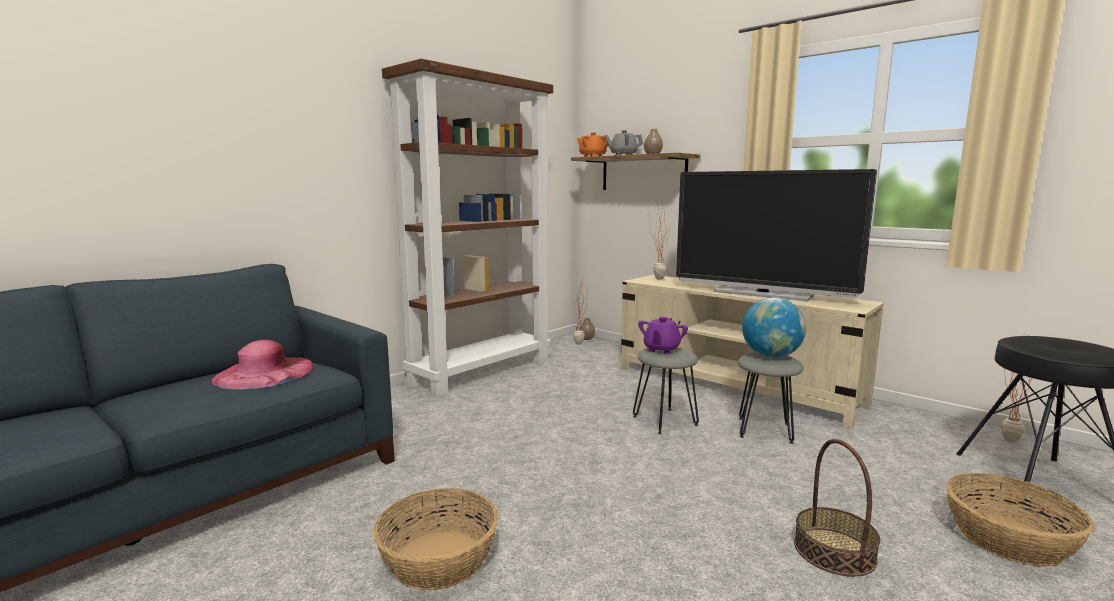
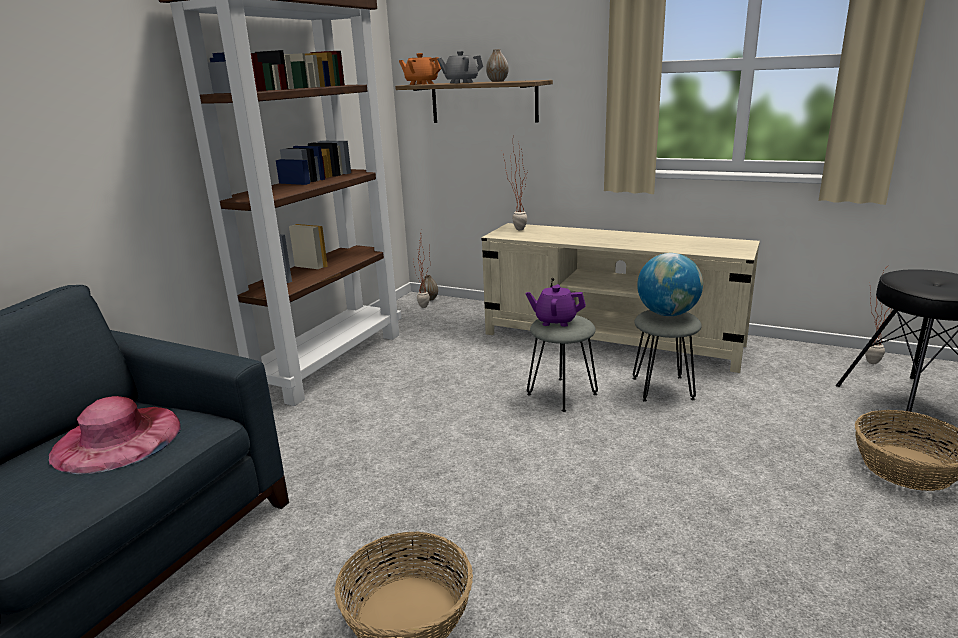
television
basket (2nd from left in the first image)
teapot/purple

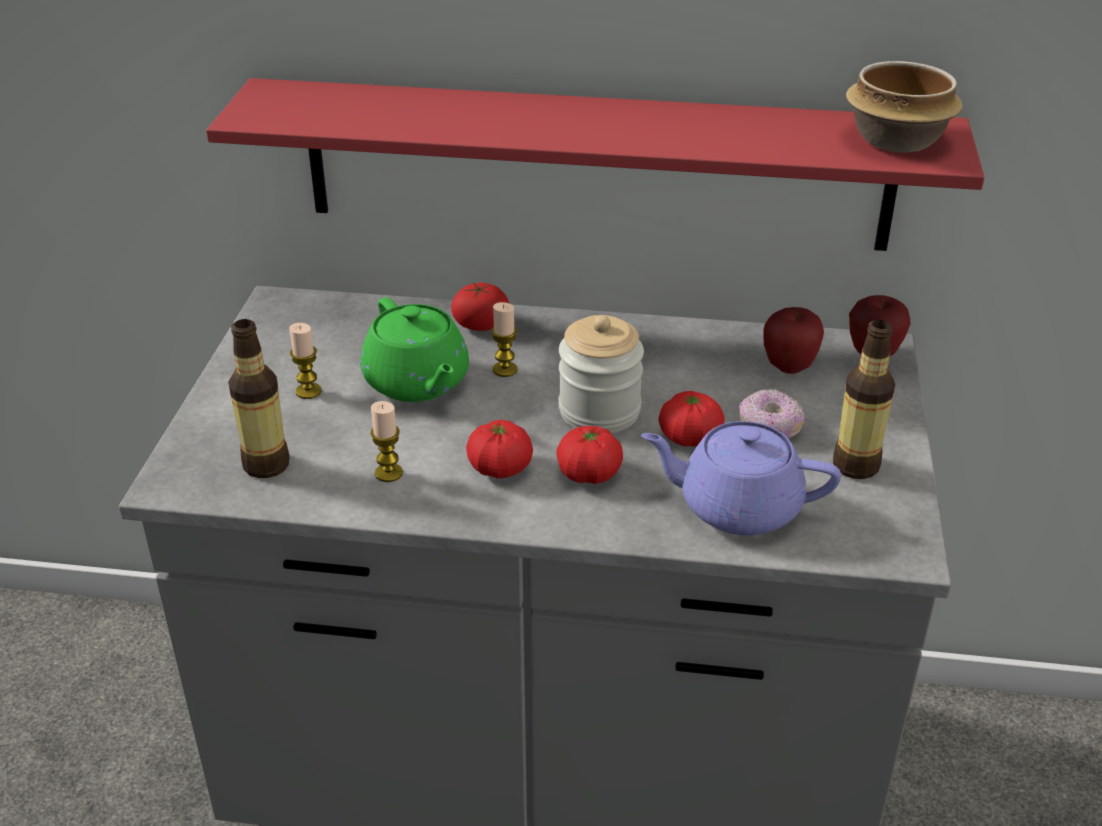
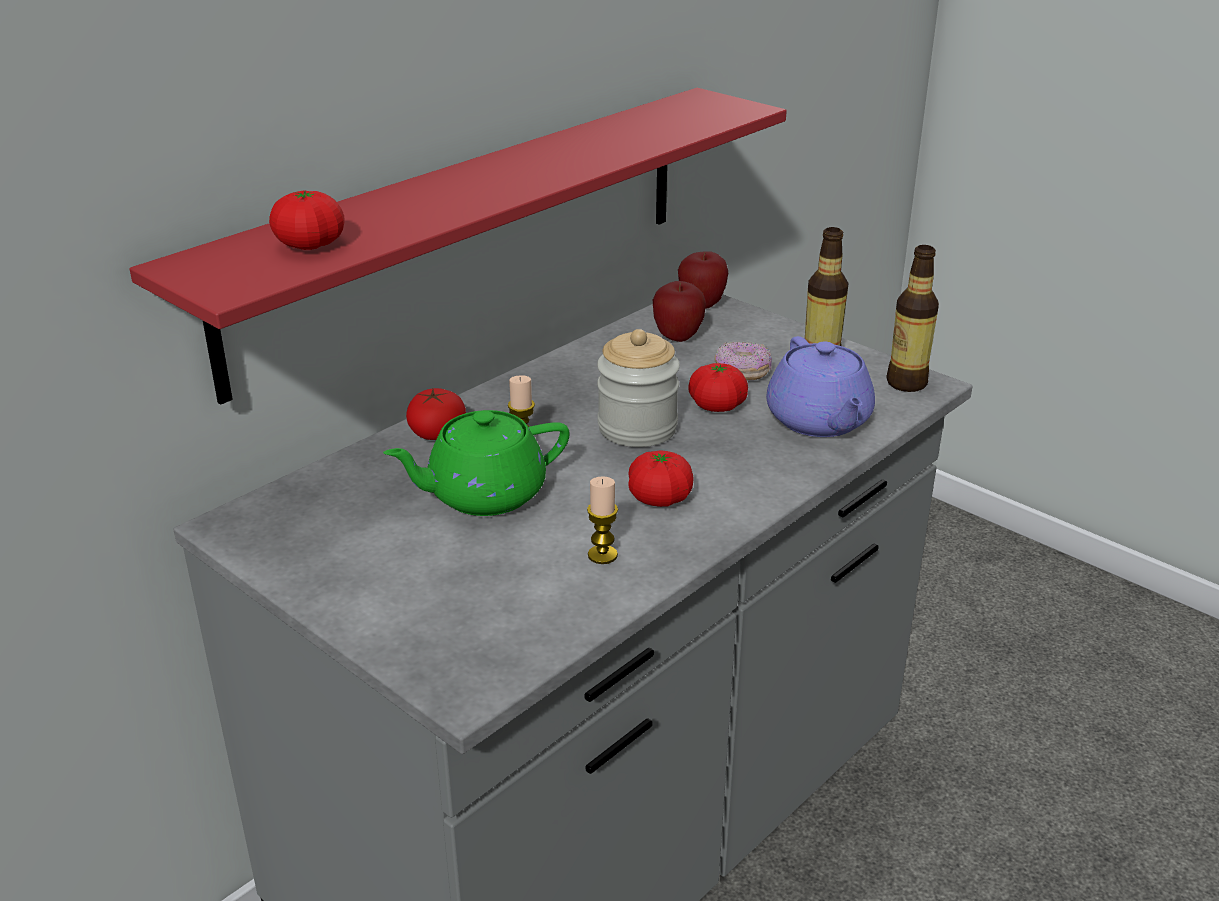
candle (1st from left in the first image)
bowl
bottle (2nd from left)
tomato (1st from left)
teapot/green
teapot/purple

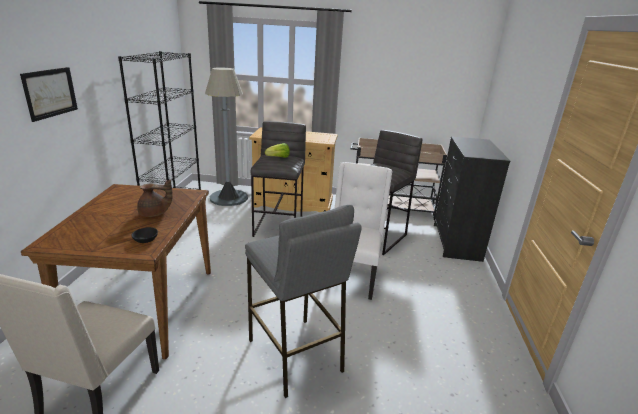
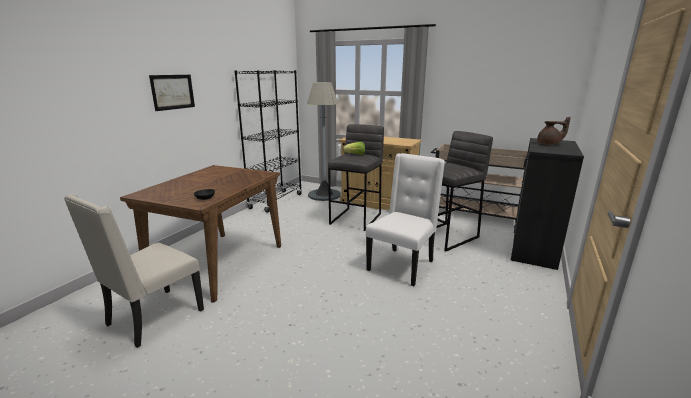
stool/grey (2nd from left in the first image)
teapot/brown

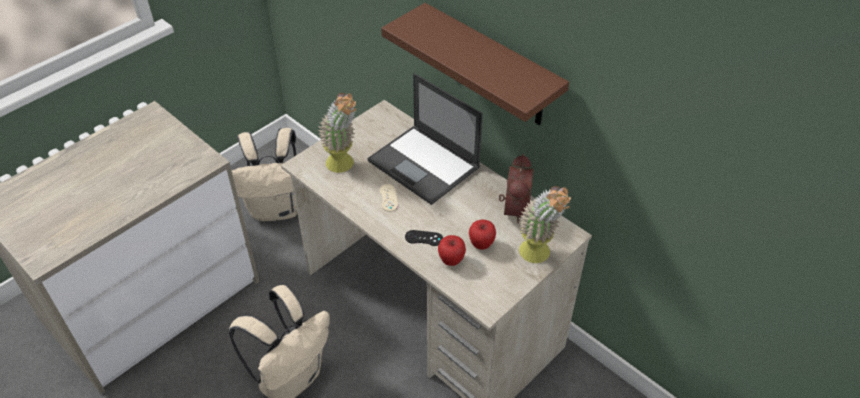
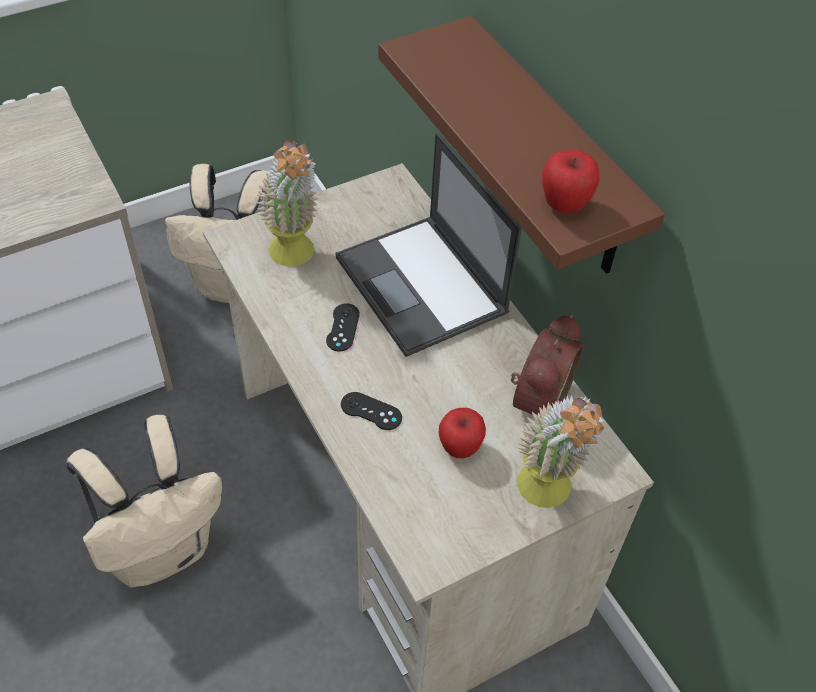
apple (2nd from left)
game controller/black (1st from left)

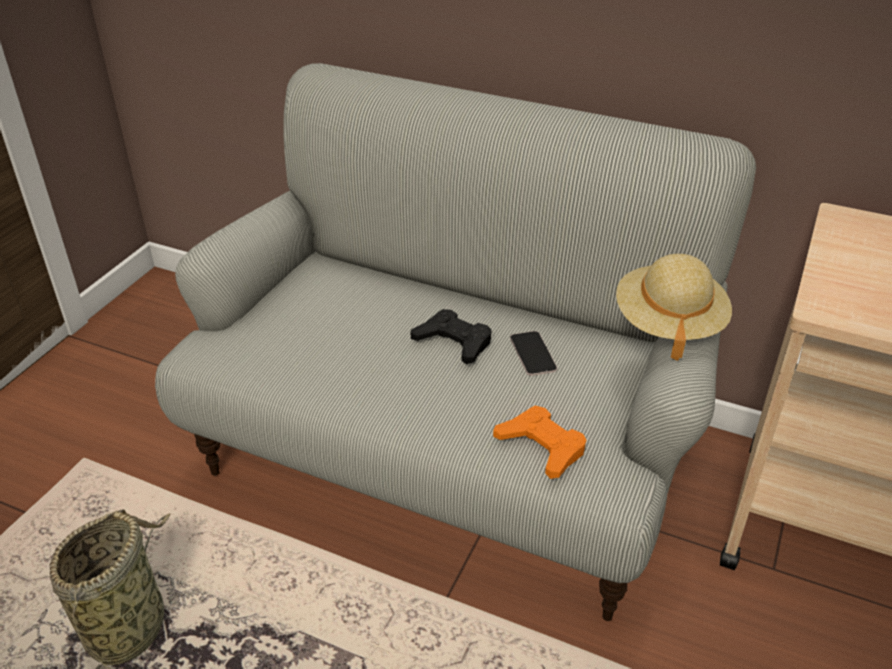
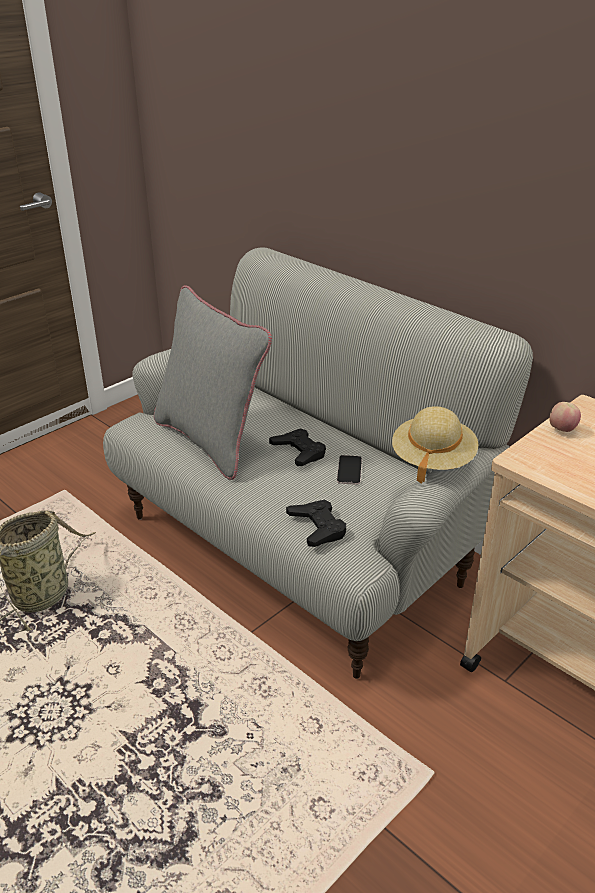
pillow/grey
apple
game controller/black (2nd from left)

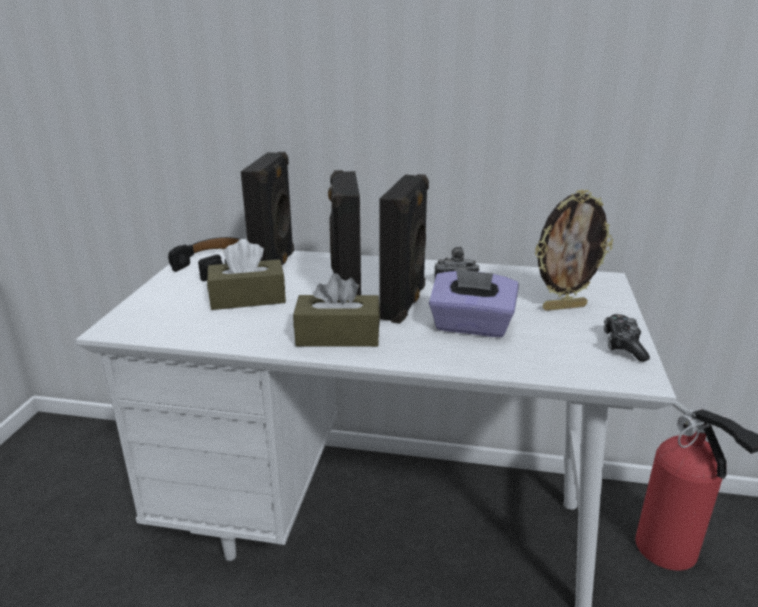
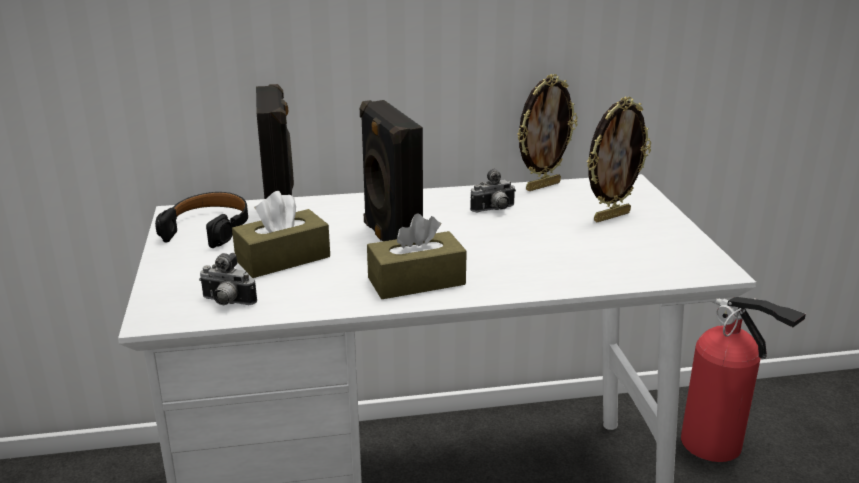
speaker/black (3rd from left in the first image)
tissue box/purple
game controller
photo camera (1st from left)
picture frame (1st from left)

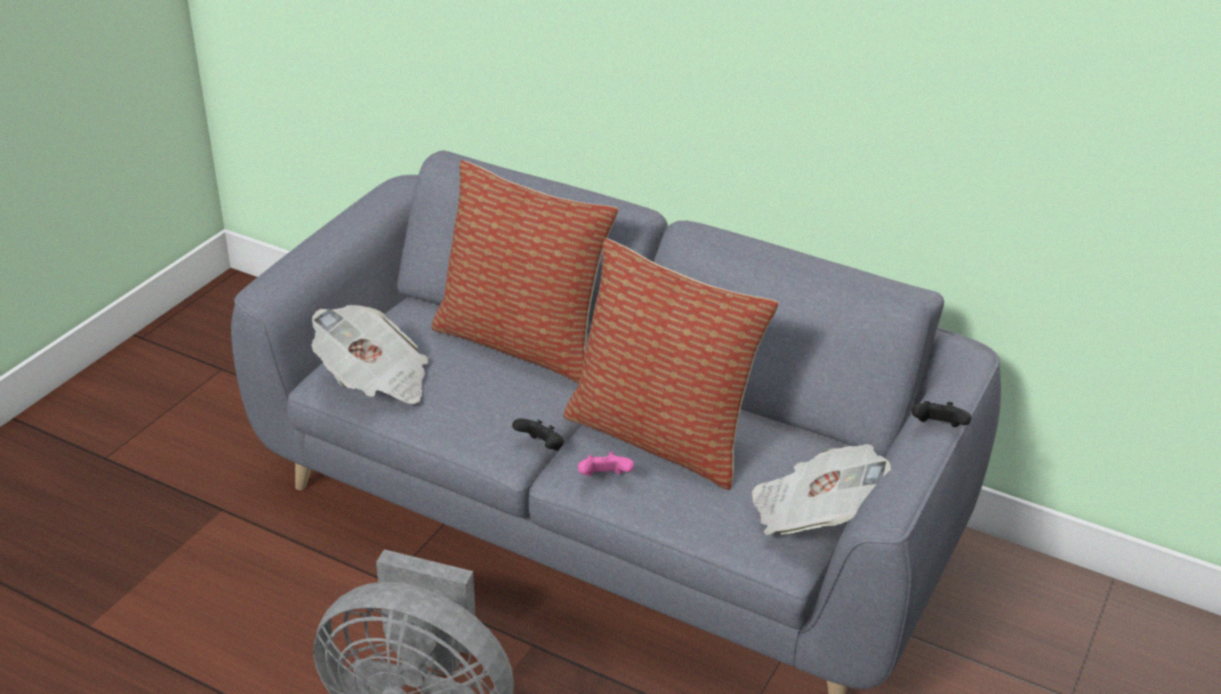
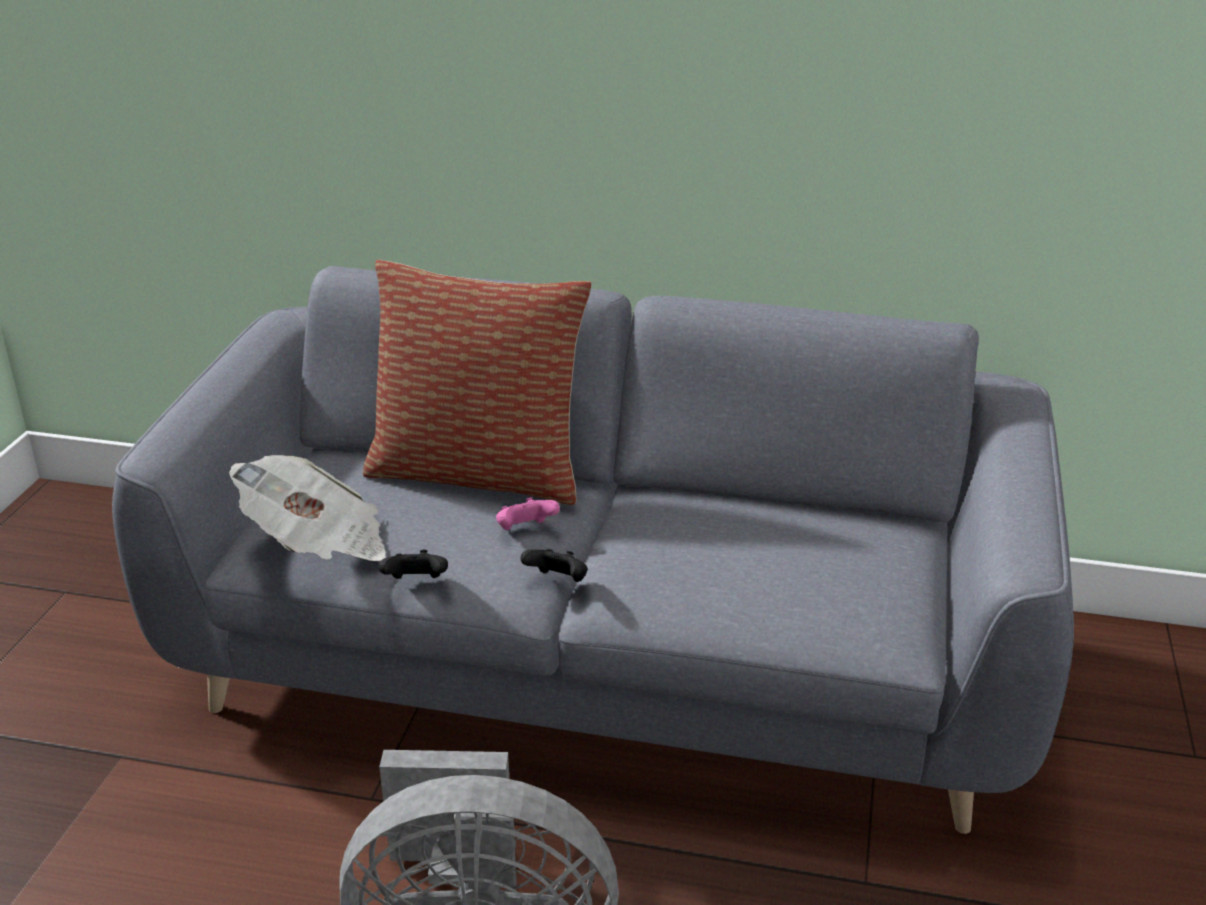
pillow (2nd from left in the first image)
newspaper (2nd from left in the first image)
game controller/pink
game controller/black (1st from left)

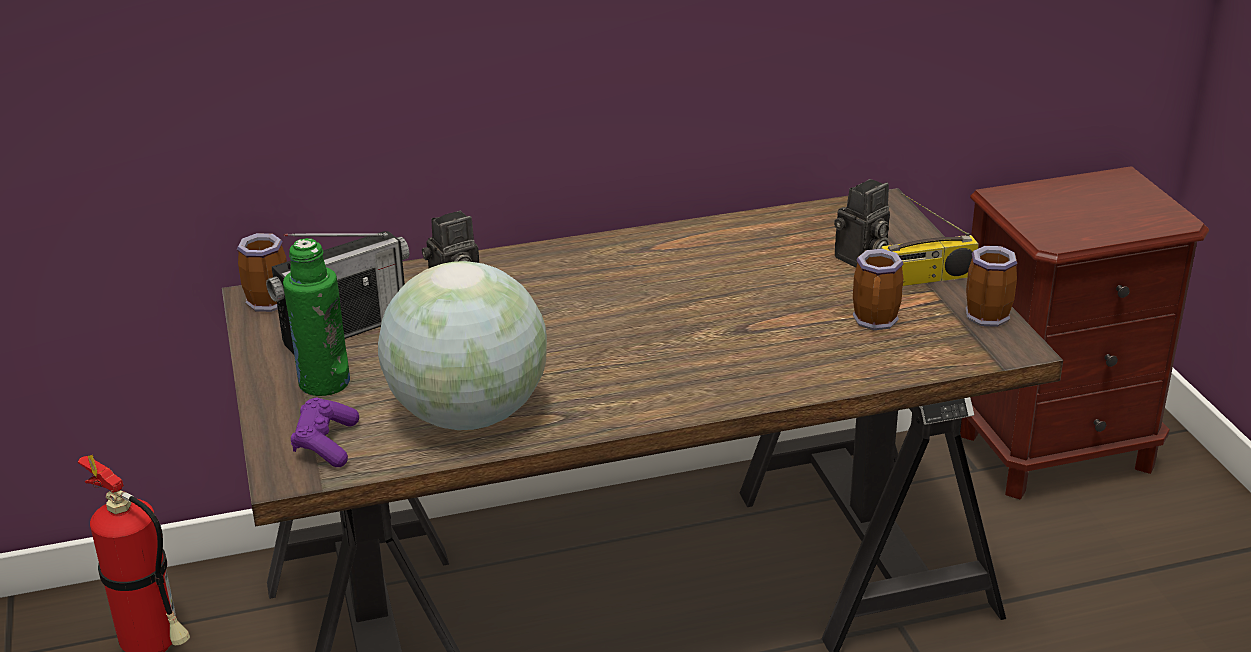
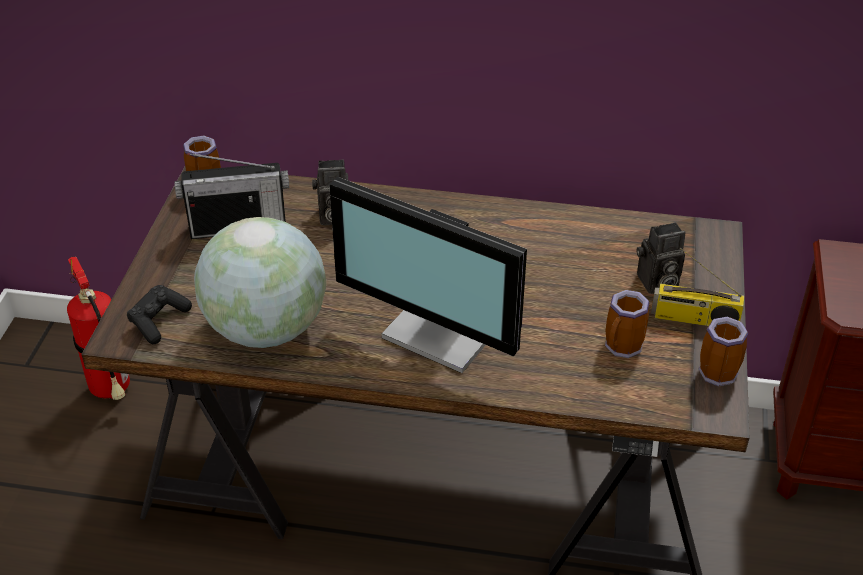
bottle/green
monitor
game controller/black

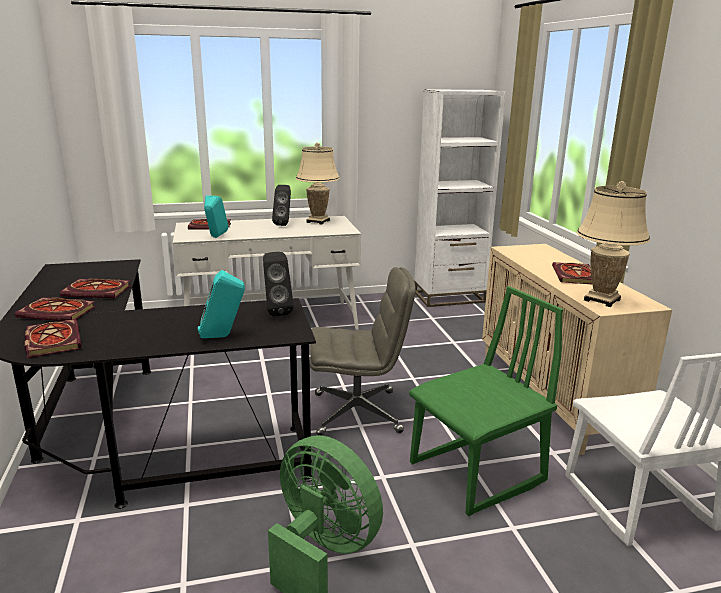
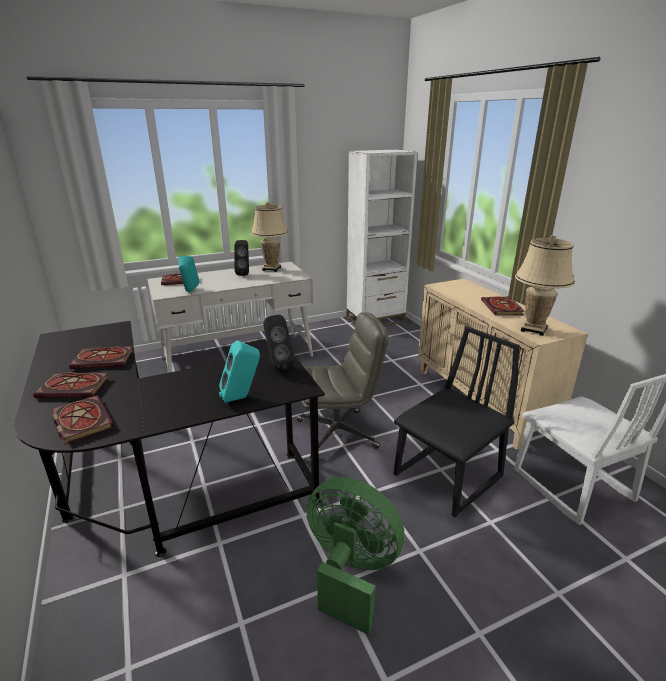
chair/black

